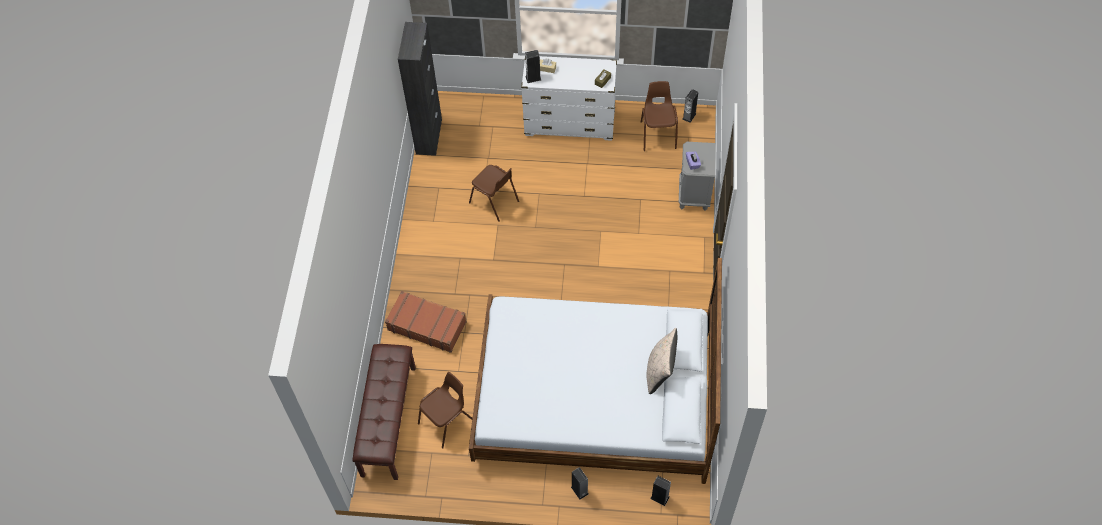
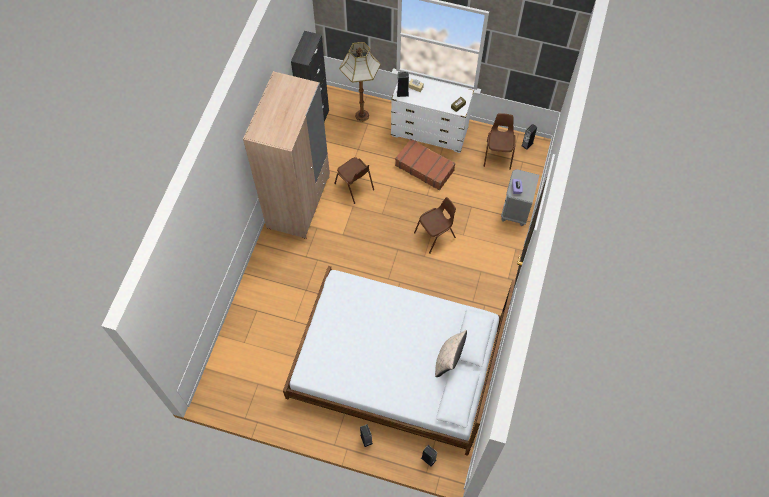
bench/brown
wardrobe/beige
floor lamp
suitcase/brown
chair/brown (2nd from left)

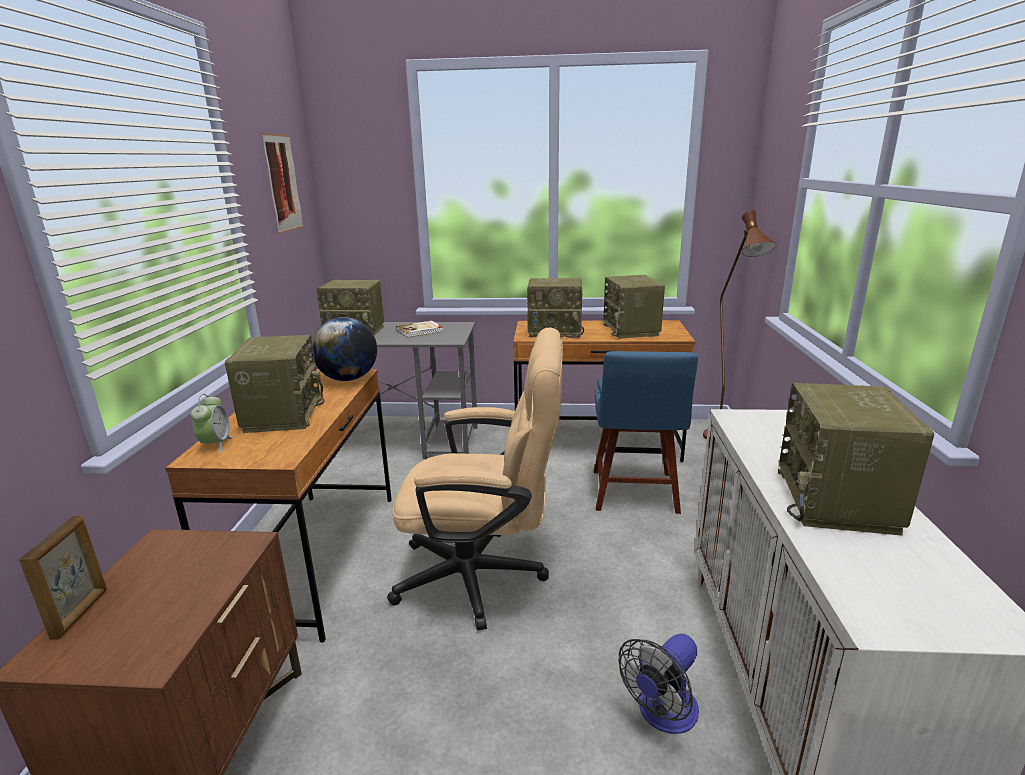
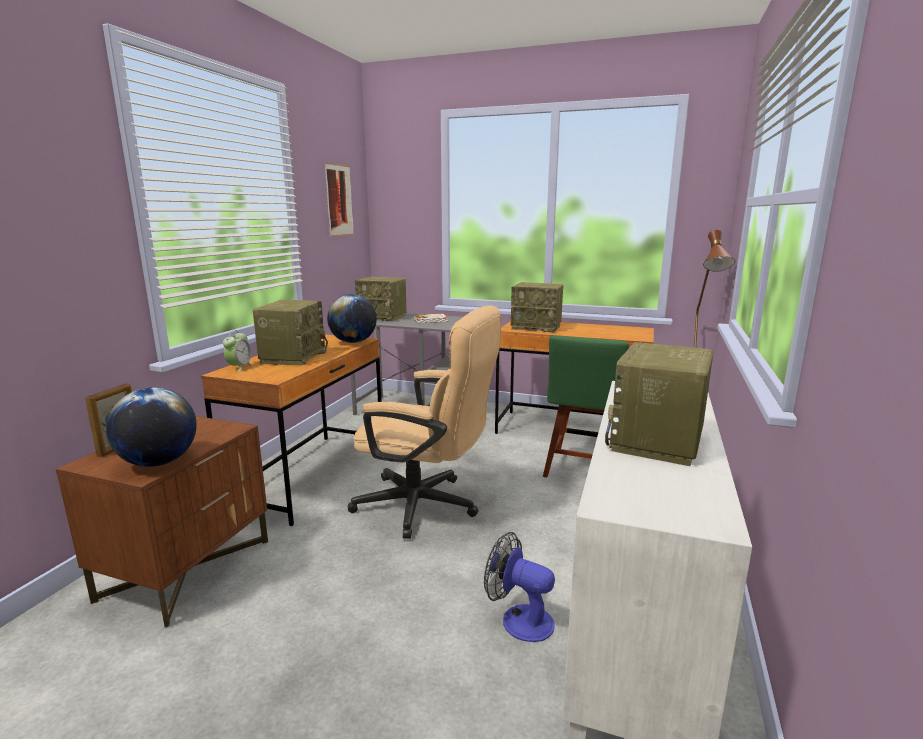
radio (4th from left in the first image)
globe (1st from left)
chair/green
fan

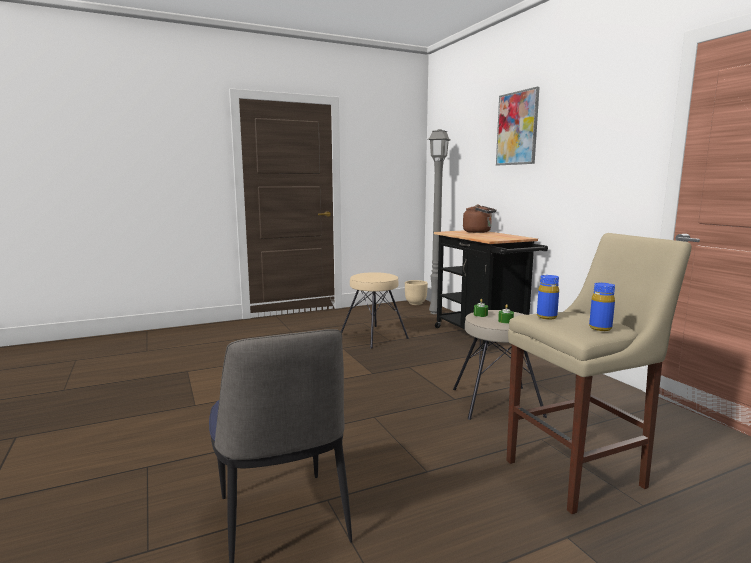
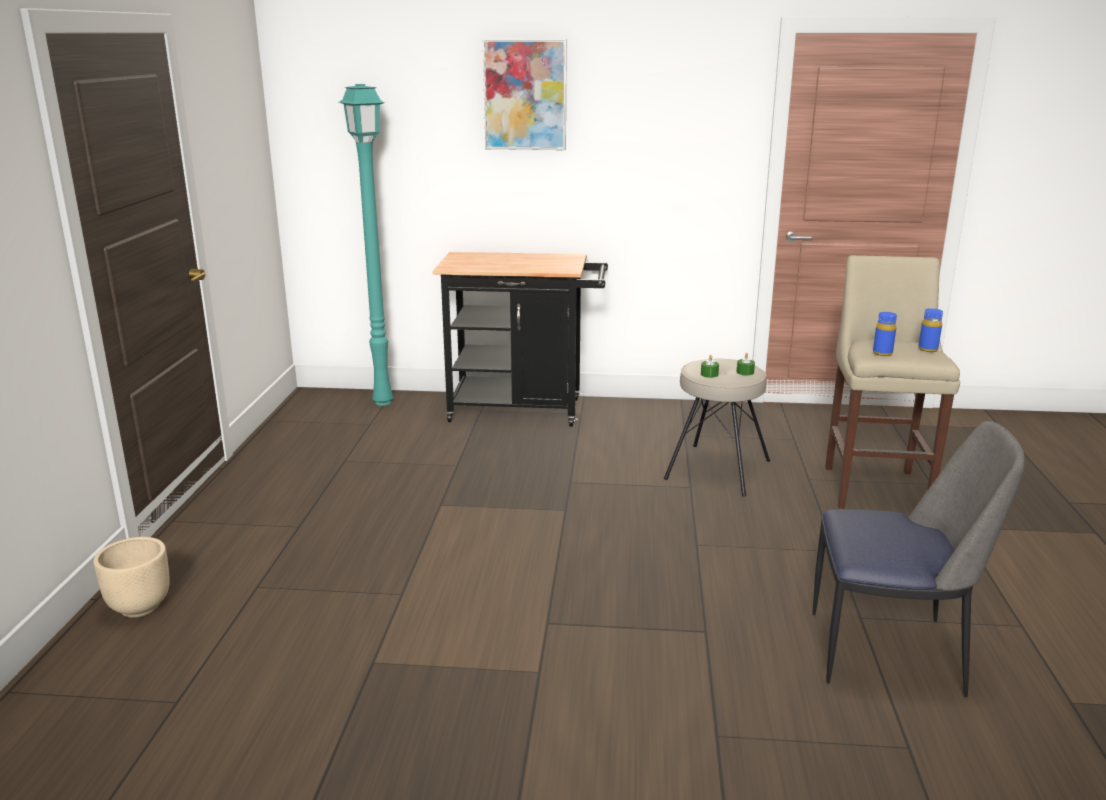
stool/beige (1st from left in the first image)
kettle/brown
planter/beige
floor lamp/turquoise

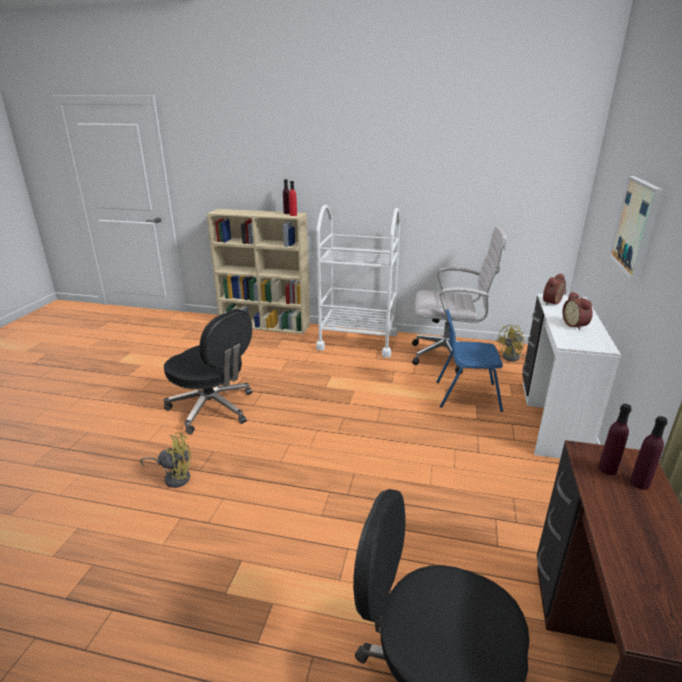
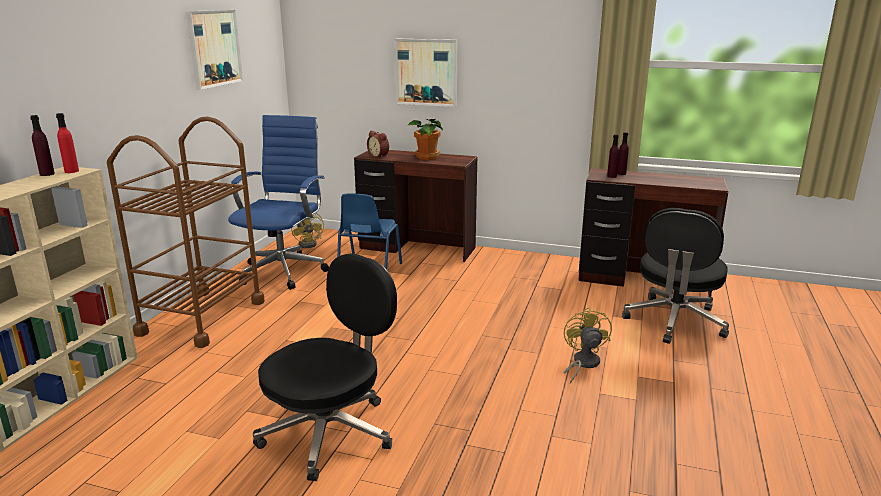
picture (1st from left)
fan/yellow (2nd from left)
potted plant
cart/brown
office chair/blue
desk/brown (1st from left)

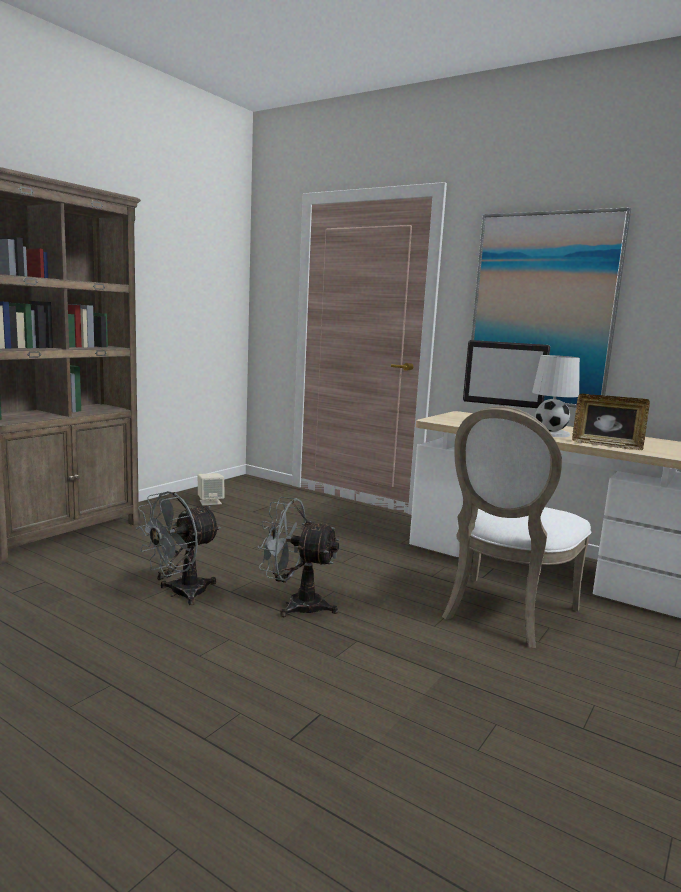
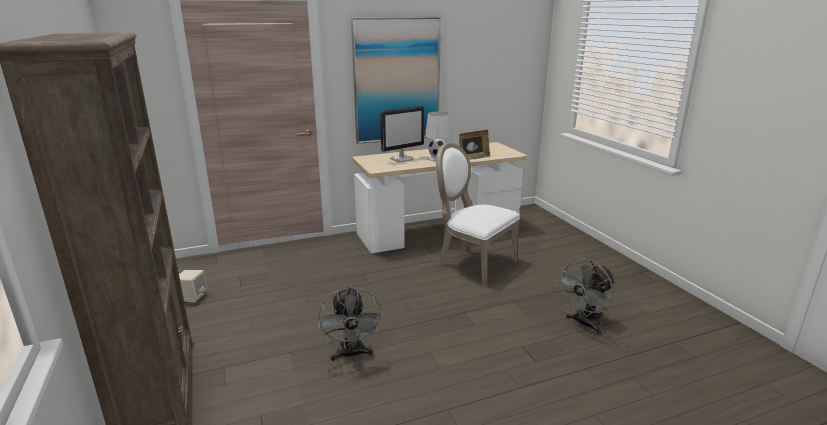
fan/grey (2nd from left)
chair/white

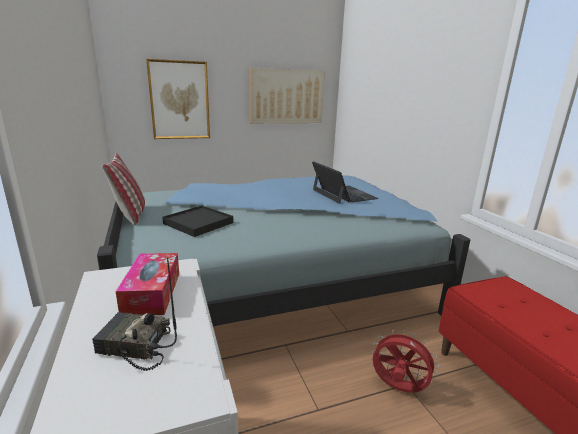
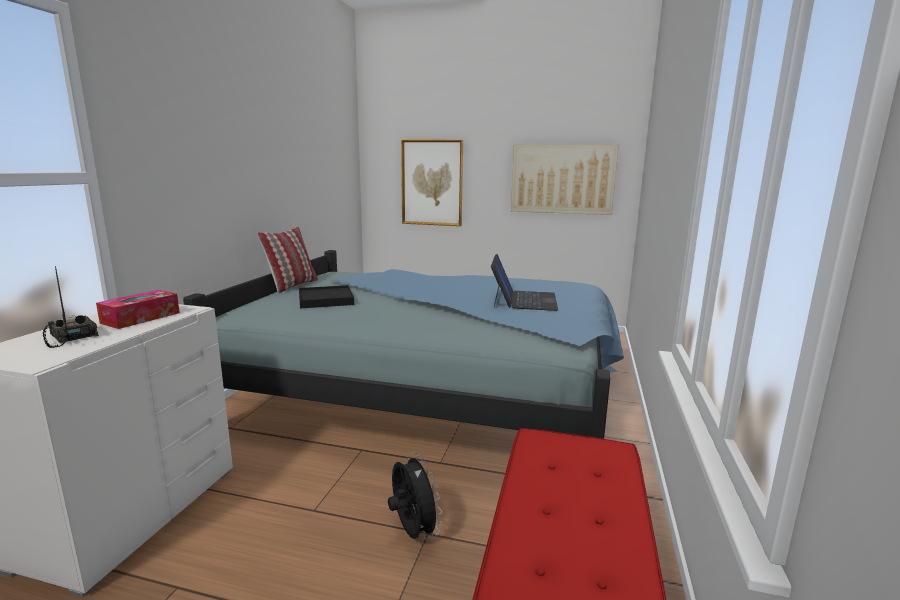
fan/black

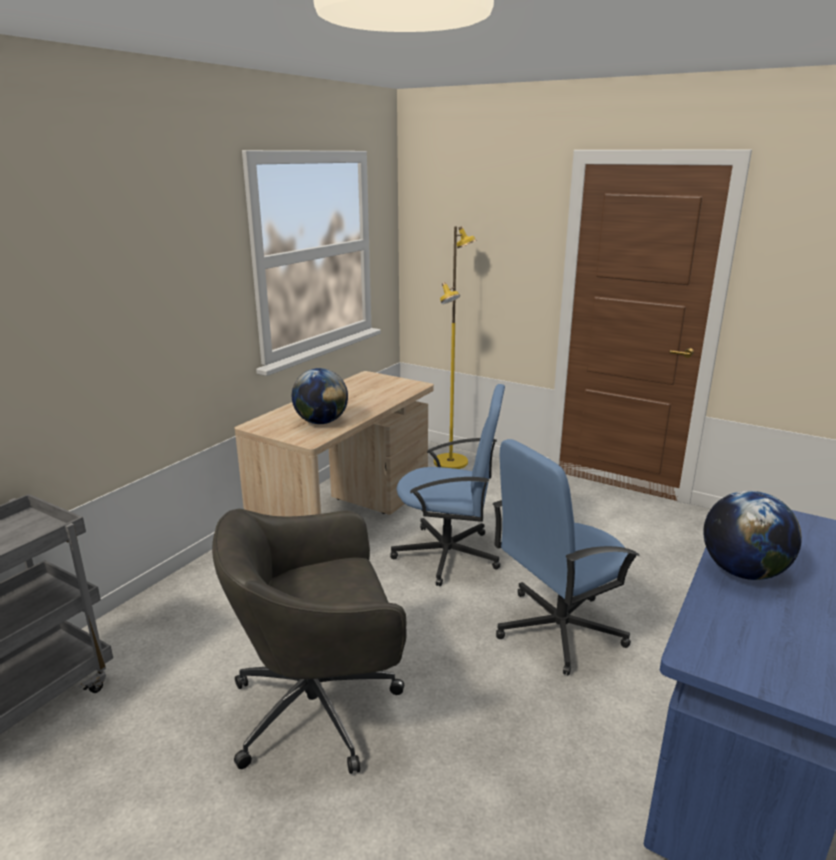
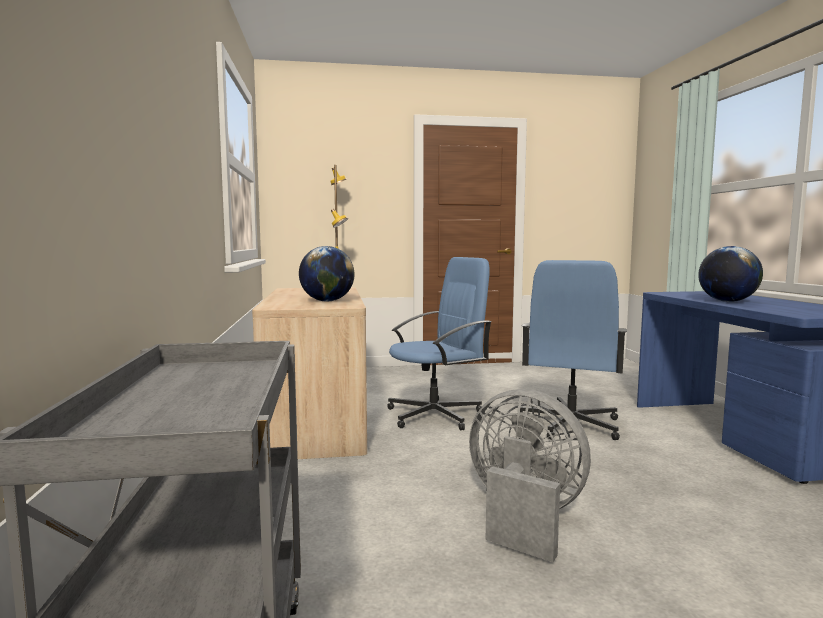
fan/grey

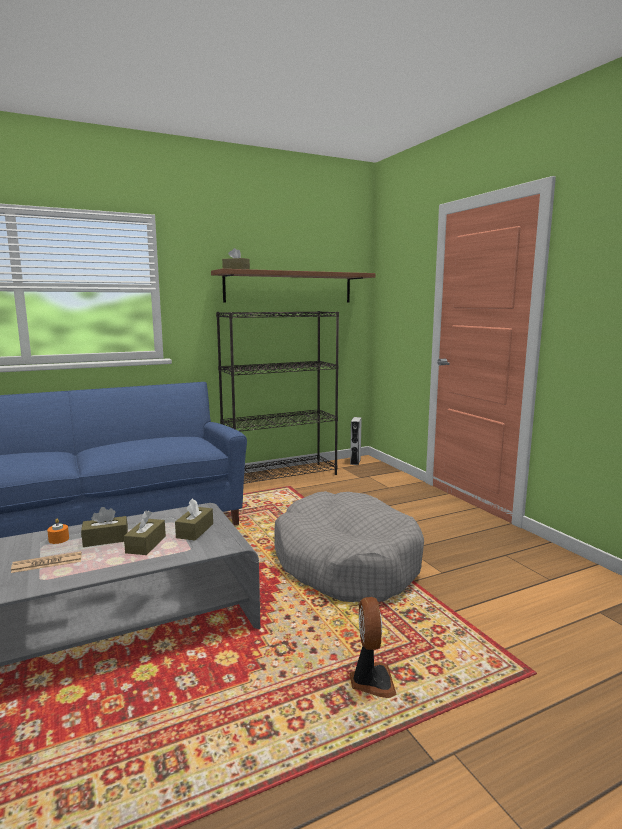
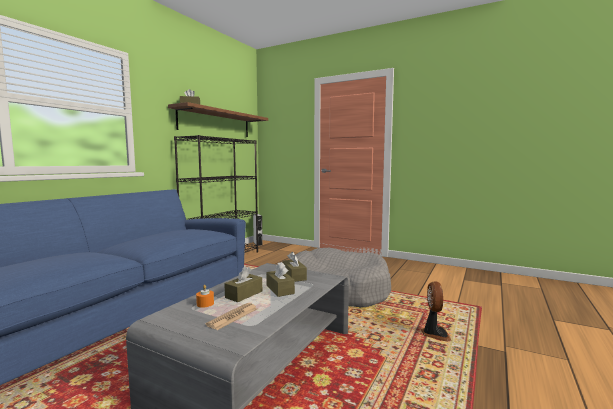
fan

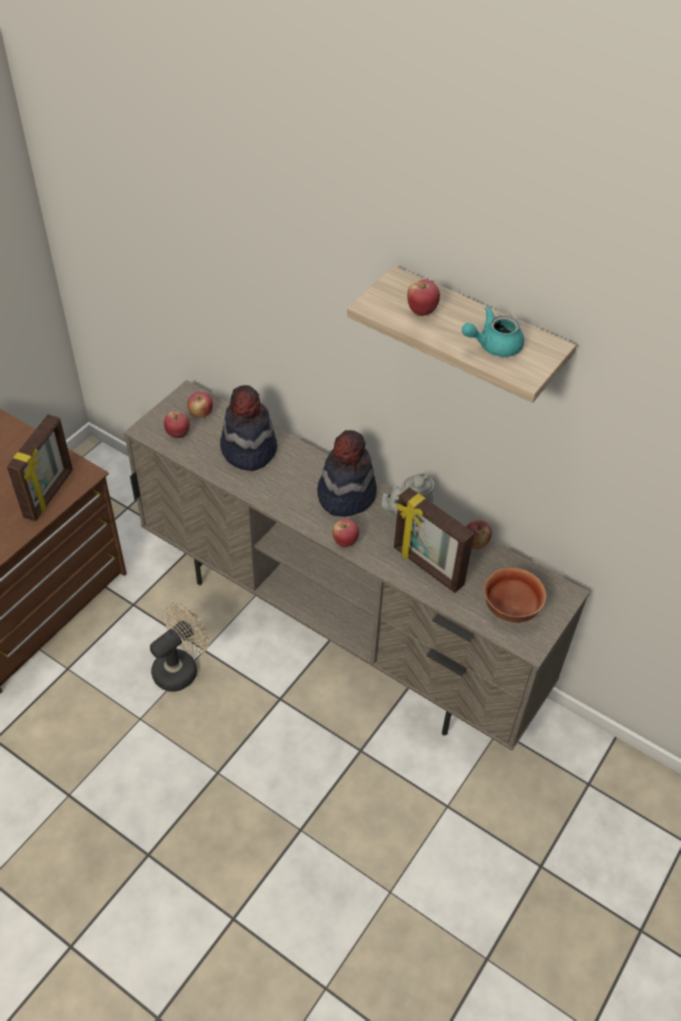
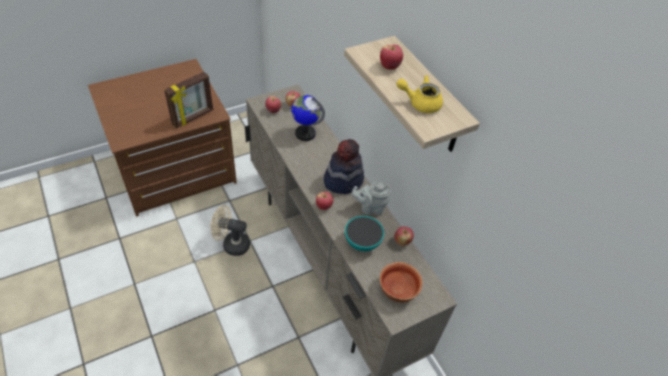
globe
bowl (1st from left)
teapot/yellow
fan/beige

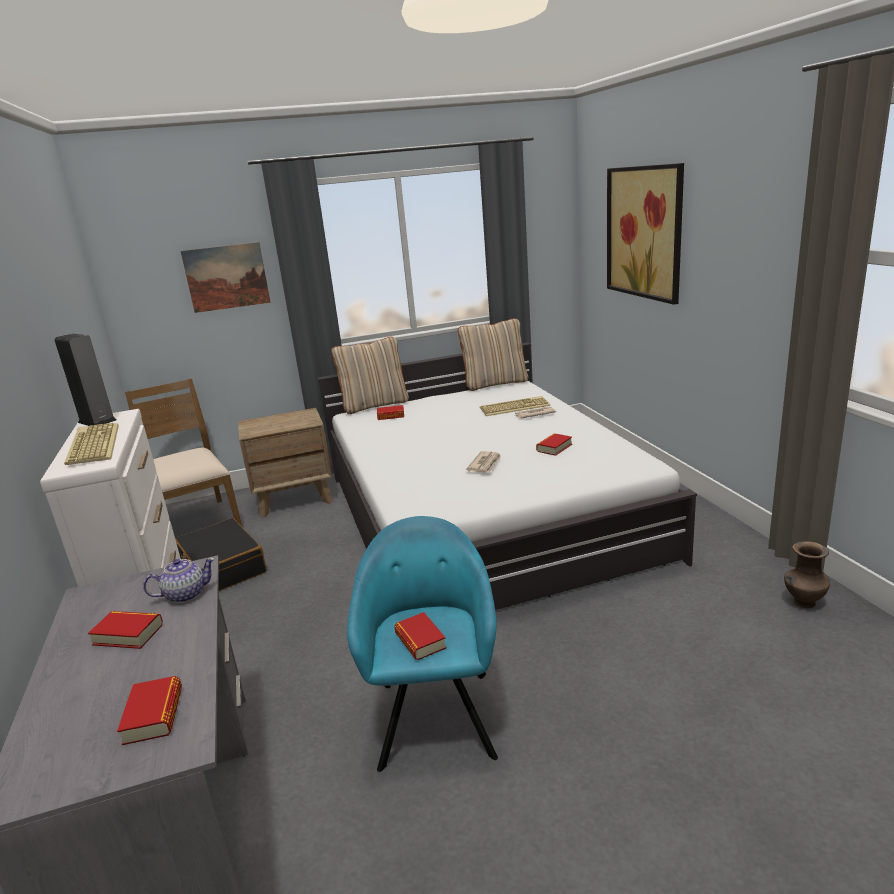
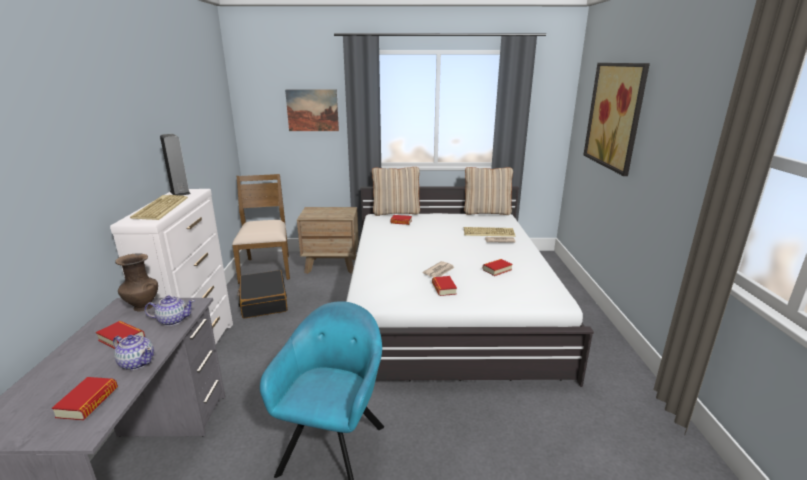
teapot (1st from left)
book (4th from left)
vase/brown

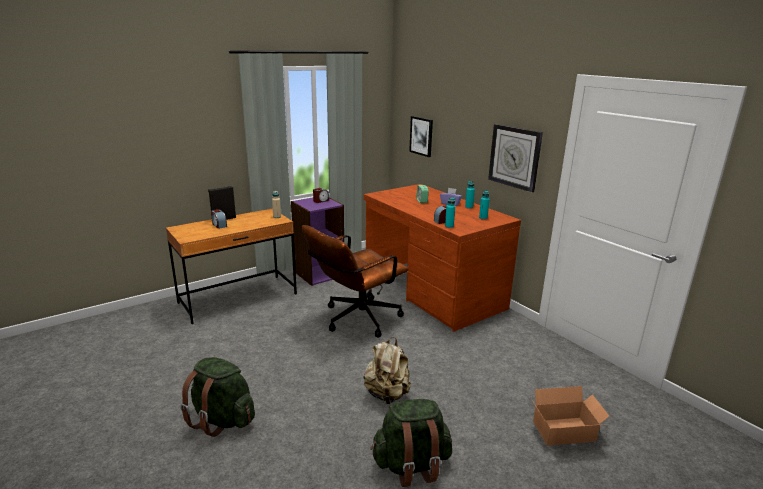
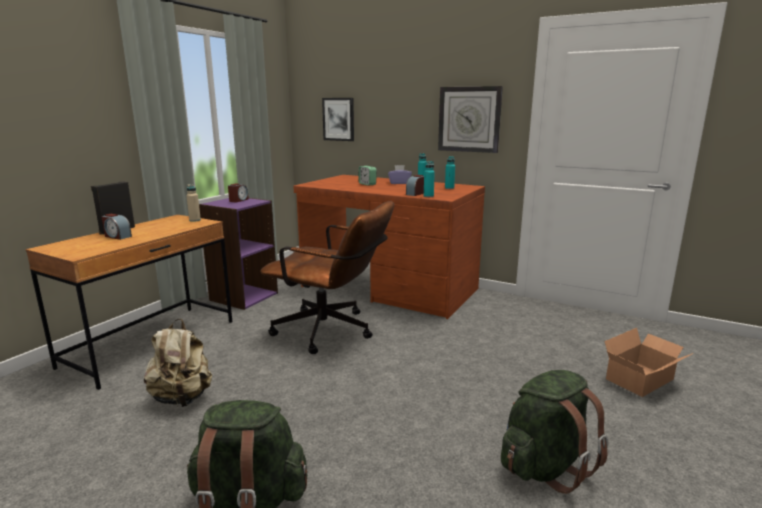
backpack/beige
office chair/brown

